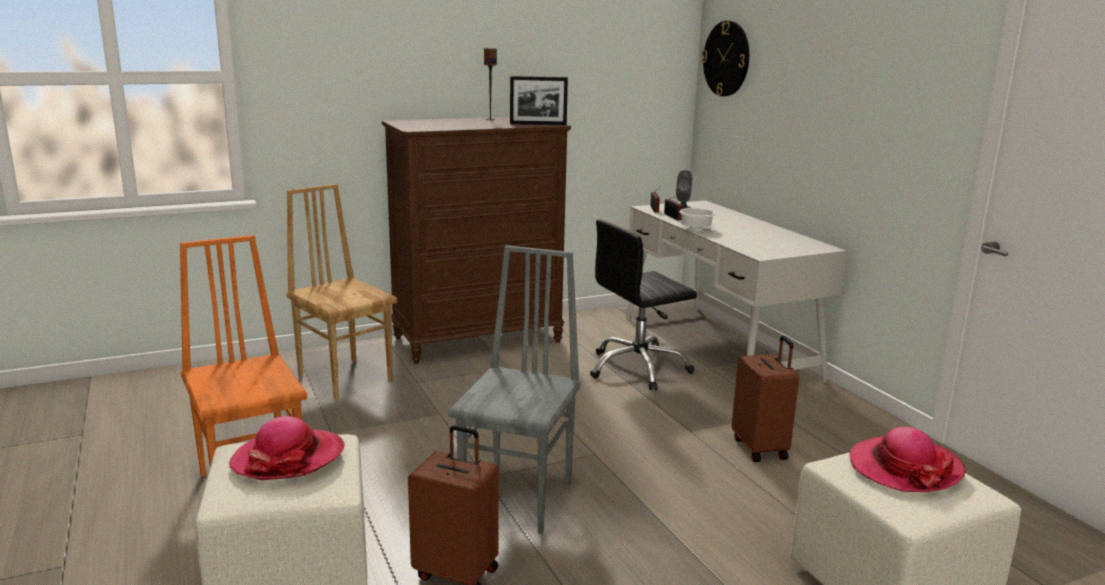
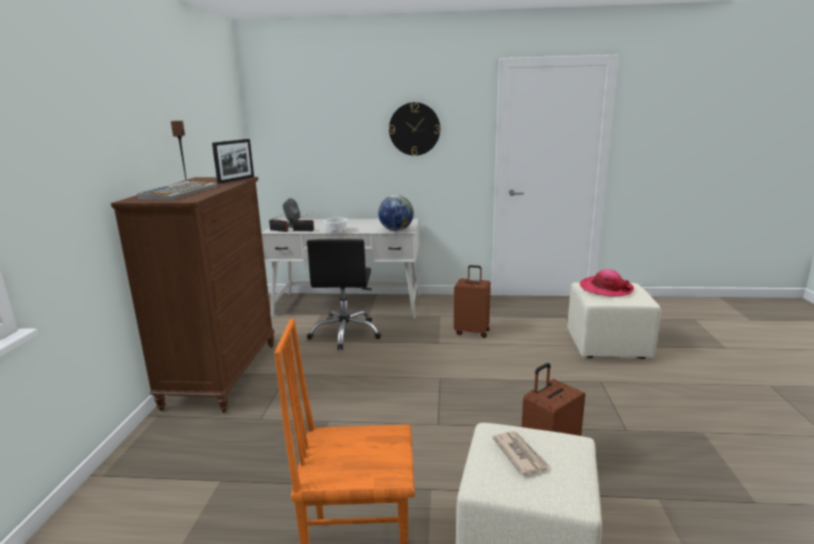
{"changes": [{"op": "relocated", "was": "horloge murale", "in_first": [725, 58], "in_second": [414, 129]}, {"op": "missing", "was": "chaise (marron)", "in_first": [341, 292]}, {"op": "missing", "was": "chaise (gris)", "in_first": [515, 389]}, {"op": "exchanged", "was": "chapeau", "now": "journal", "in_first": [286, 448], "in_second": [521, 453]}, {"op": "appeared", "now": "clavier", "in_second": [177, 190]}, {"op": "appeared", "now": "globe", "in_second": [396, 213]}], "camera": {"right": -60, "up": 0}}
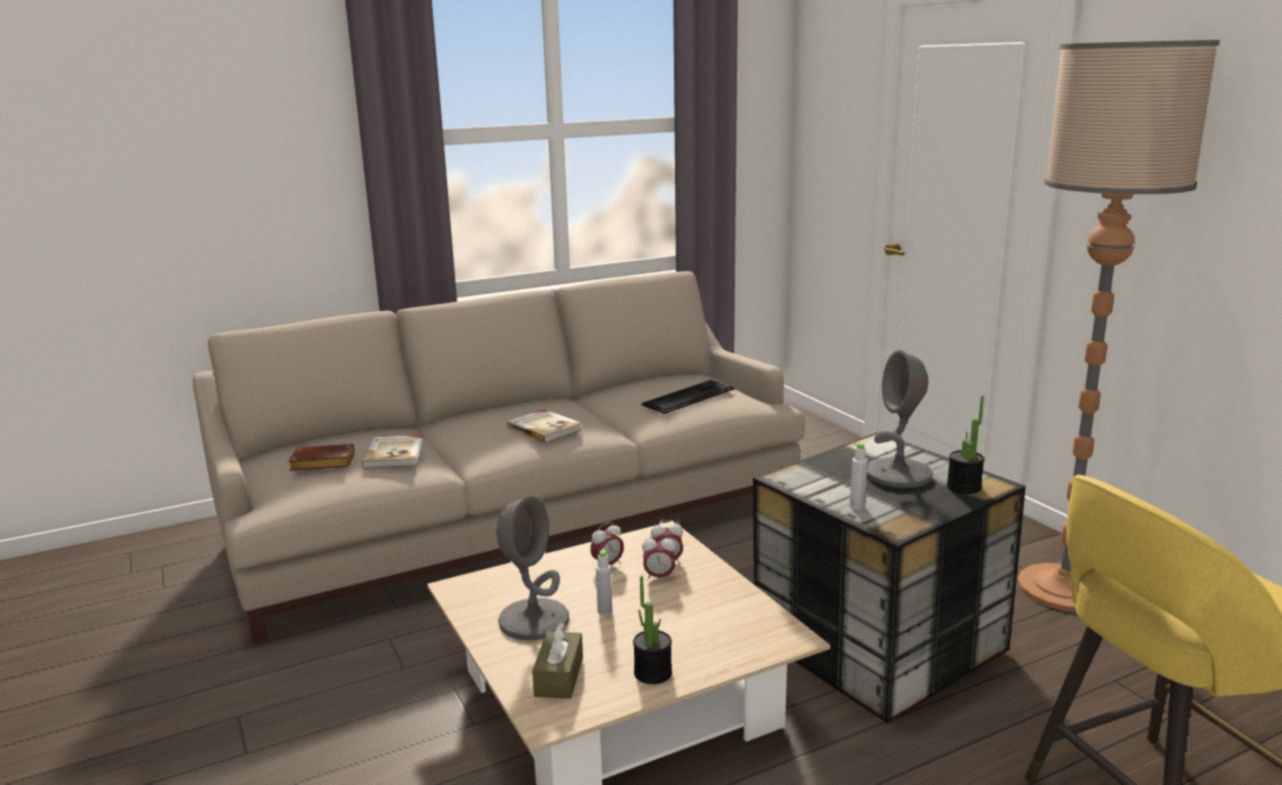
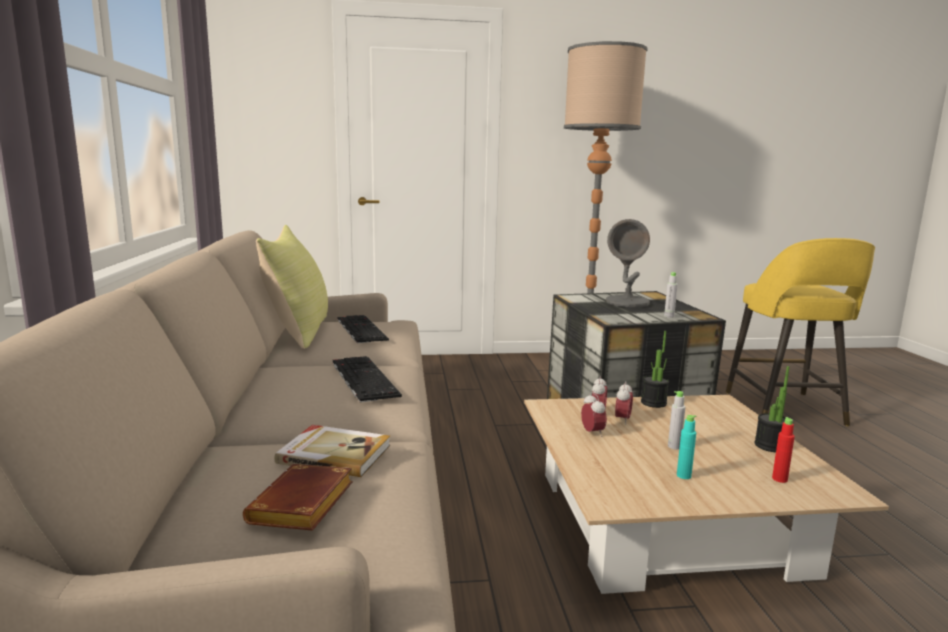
{"changes": [{"op": "relocated", "was": "plante en pot", "in_first": [966, 444], "in_second": [655, 369]}, {"op": "exchanged", "was": "livre", "now": "clavier", "in_first": [544, 426], "in_second": [367, 379]}, {"op": "exchanged", "was": "lampe de table (gris)", "now": "bouteille (turquoise)", "in_first": [532, 568], "in_second": [686, 447]}, {"op": "exchanged", "was": "boîte à mouchoirs (marron)", "now": "bouteille (rouge)", "in_first": [557, 661], "in_second": [783, 450]}, {"op": "appeared", "now": "coussin (jaune)", "in_second": [292, 287]}], "camera": {"right": -70, "up": -5}}
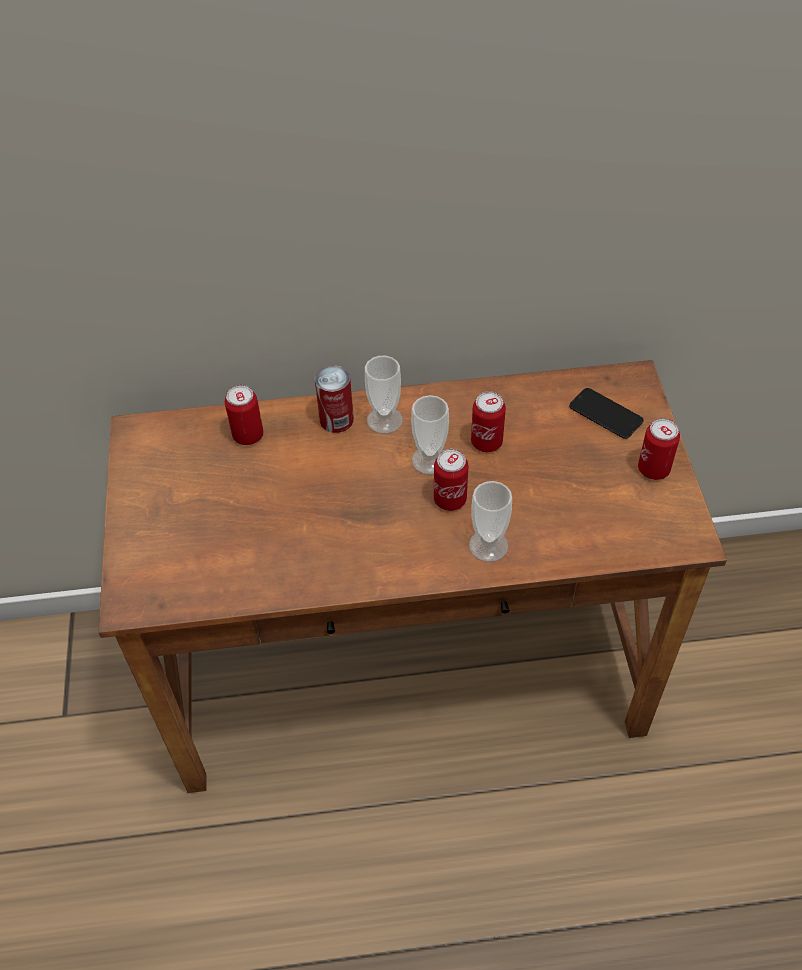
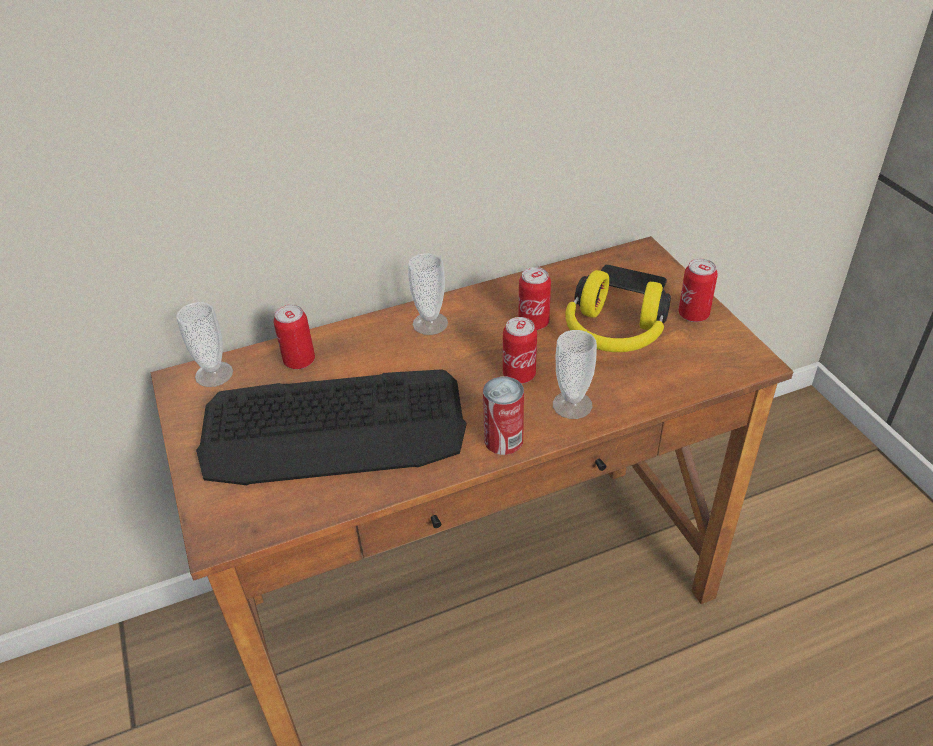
{"changes": [{"op": "relocated", "was": "boîte métallique", "in_first": [334, 399], "in_second": [503, 415]}, {"op": "relocated", "was": "tasse", "in_first": [430, 435], "in_second": [204, 344]}, {"op": "appeared", "now": "casque audio (jaune)", "in_second": [618, 311]}, {"op": "appeared", "now": "clavier", "in_second": [331, 427]}], "camera": {"right": -15, "up": -10}}
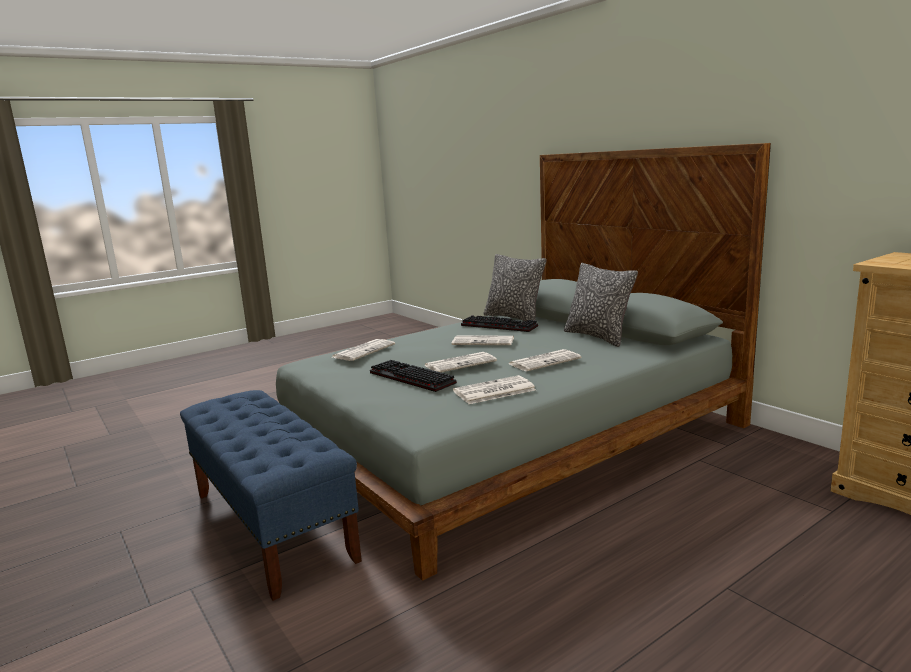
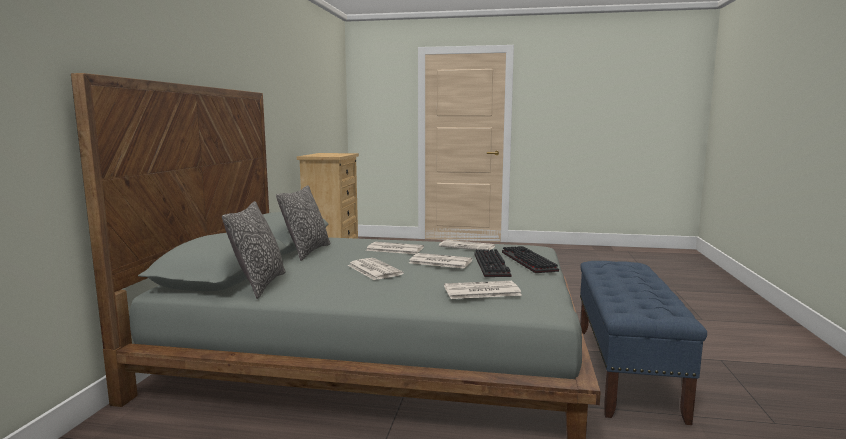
{"changes": [{"op": "relocated", "was": "clavier", "in_first": [499, 323], "in_second": [530, 259]}], "camera": {"right": -135, "up": -5}}
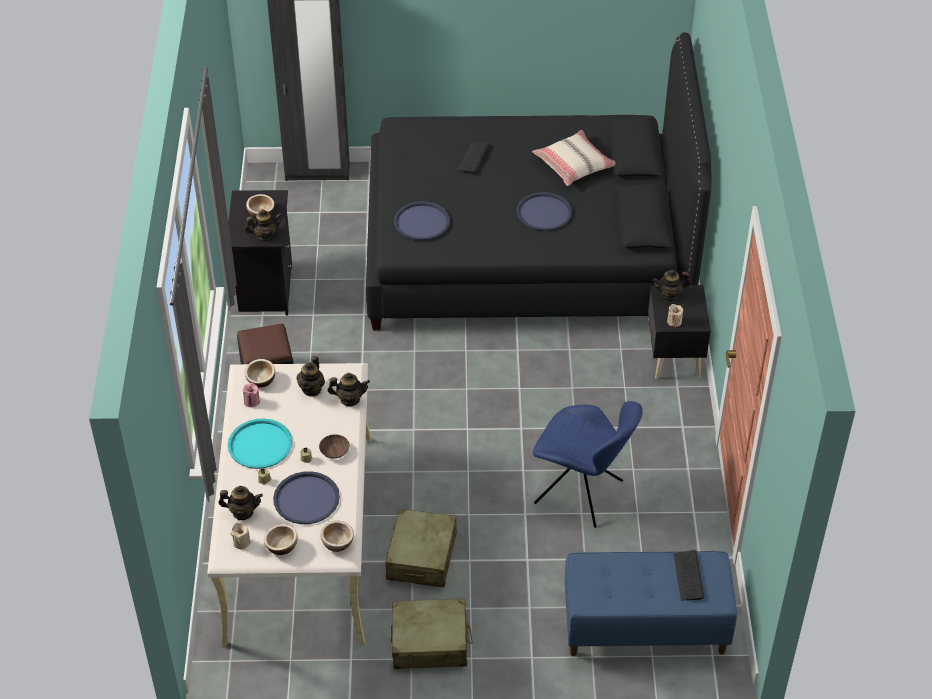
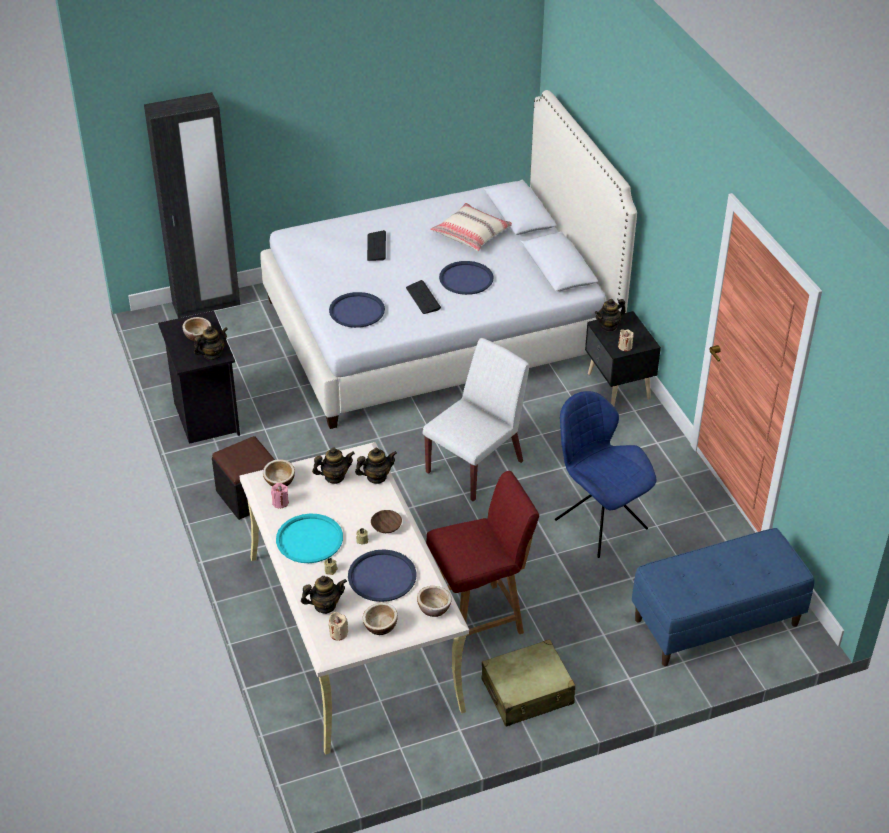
{"changes": [{"op": "colour", "was": "lit (noir)", "now": "lit (blanc)", "in_first": [538, 181], "in_second": [448, 259]}, {"op": "spun", "was": "théière", "in_first": [311, 376], "in_second": [333, 465], "clockwise": -105}, {"op": "spun", "was": "chaise (bleu)", "in_first": [588, 464], "in_second": [606, 474], "clockwise": -135}, {"op": "exchanged", "was": "valise (beige)", "now": "chaise (rouge)", "in_first": [421, 548], "in_second": [482, 562]}, {"op": "relocated", "was": "clavier", "in_first": [689, 575], "in_second": [423, 297]}, {"op": "appeared", "now": "chaise (blanc)", "in_second": [475, 420]}], "camera": {"right": -20, "up": -5}}
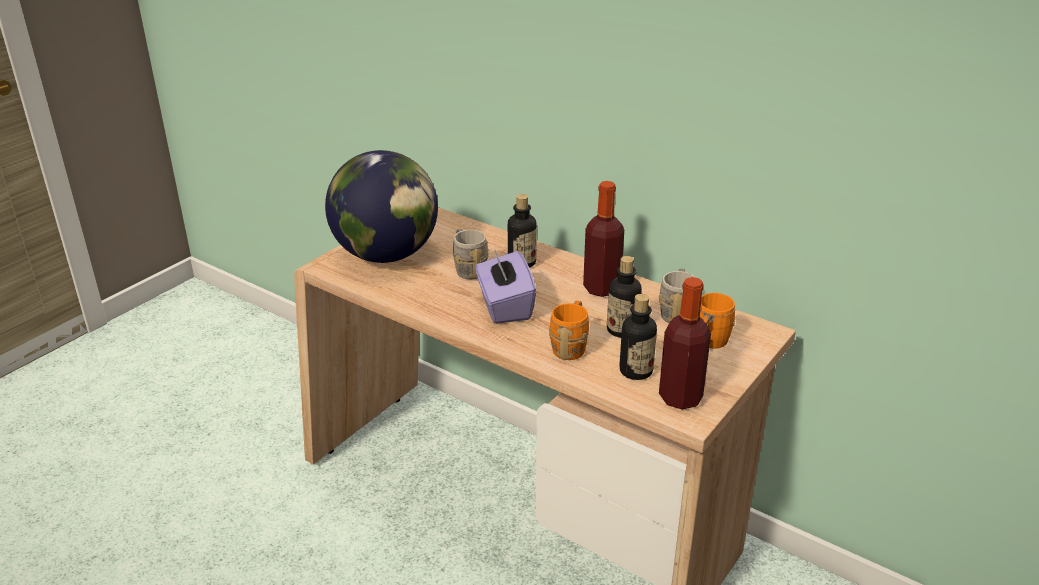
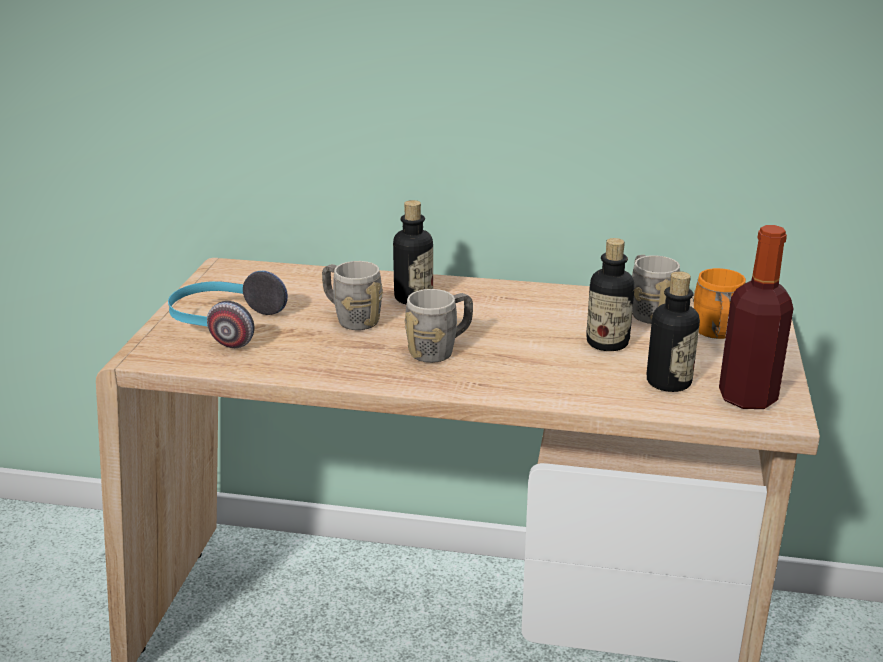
{"changes": [{"op": "exchanged", "was": "globe", "now": "casque audio", "in_first": [381, 206], "in_second": [228, 309]}, {"op": "missing", "was": "bouteille", "in_first": [603, 239]}, {"op": "exchanged", "was": "boîte à mouchoirs (violet)", "now": "mug (gris)", "in_first": [505, 286], "in_second": [438, 326]}, {"op": "missing", "was": "mug (orange)", "in_first": [569, 330]}], "camera": {"right": -25, "up": -5}}
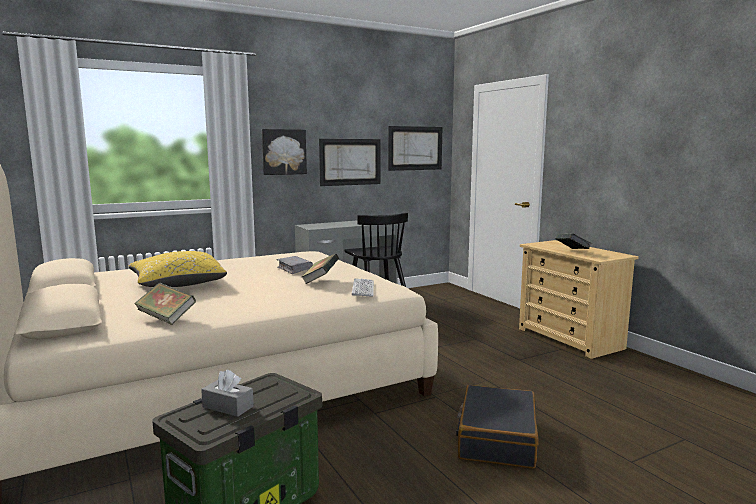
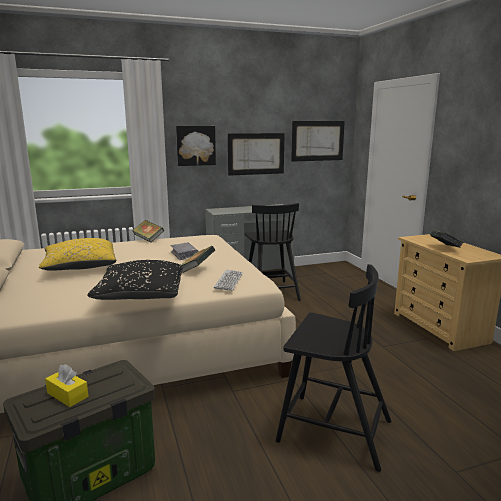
{"changes": [{"op": "relocated", "was": "livre", "in_first": [165, 304], "in_second": [148, 231]}, {"op": "colour", "was": "boîte à mouchoirs (gris)", "now": "boîte à mouchoirs (jaune)", "in_first": [227, 393], "in_second": [67, 385]}, {"op": "exchanged", "was": "valise (noir)", "now": "chaise (noir)", "in_first": [497, 427], "in_second": [333, 368]}, {"op": "appeared", "now": "coussin (noir)", "in_second": [135, 280]}], "camera": {"right": 10, "up": 5}}
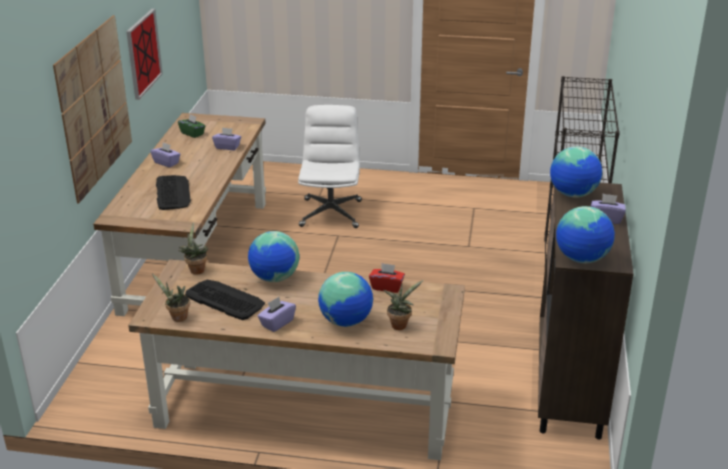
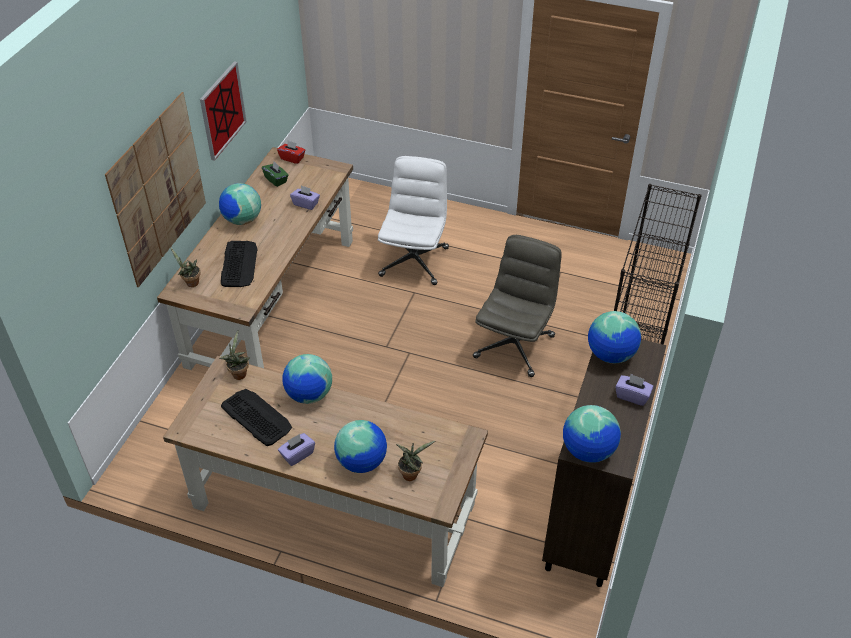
{"changes": [{"op": "exchanged", "was": "boîte à mouchoirs (violet)", "now": "globe", "in_first": [165, 154], "in_second": [240, 204]}, {"op": "relocated", "was": "boîte à mouchoirs (rouge)", "in_first": [387, 278], "in_second": [291, 152]}, {"op": "relocated", "was": "plante en pot", "in_first": [171, 297], "in_second": [185, 267]}, {"op": "appeared", "now": "chaise de bureau (gris)", "in_second": [517, 306]}], "camera": {"right": 10, "up": 15}}
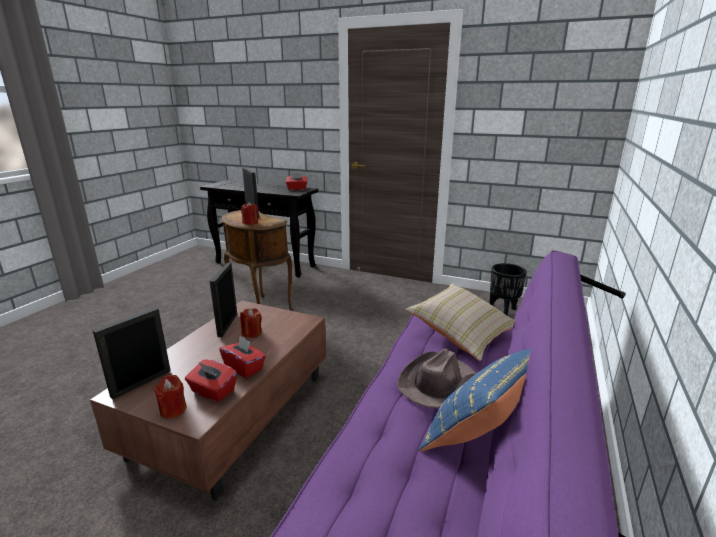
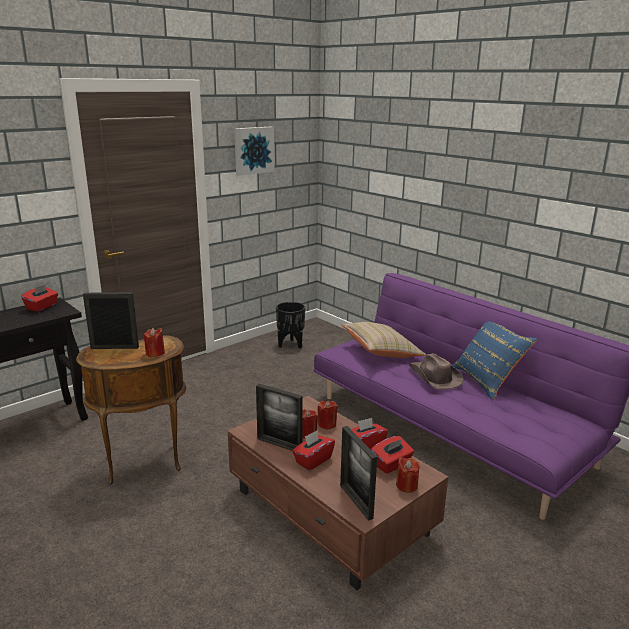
{"changes": [{"op": "appeared", "now": "tableau", "in_second": [254, 151]}, {"op": "appeared", "now": "bougie (rouge)", "in_second": [327, 415]}, {"op": "appeared", "now": "boîte à mouchoirs (rouge)", "in_second": [313, 450]}], "camera": {"right": -65, "up": 0}}
